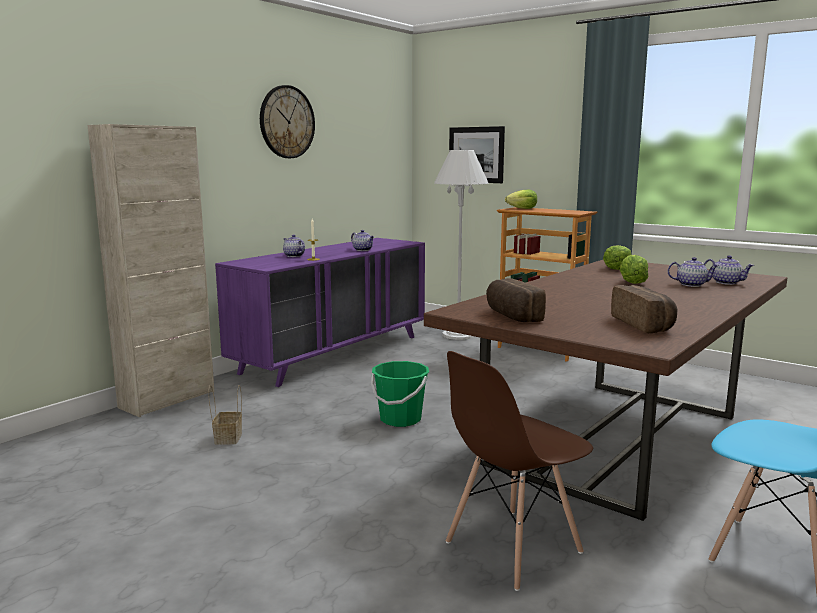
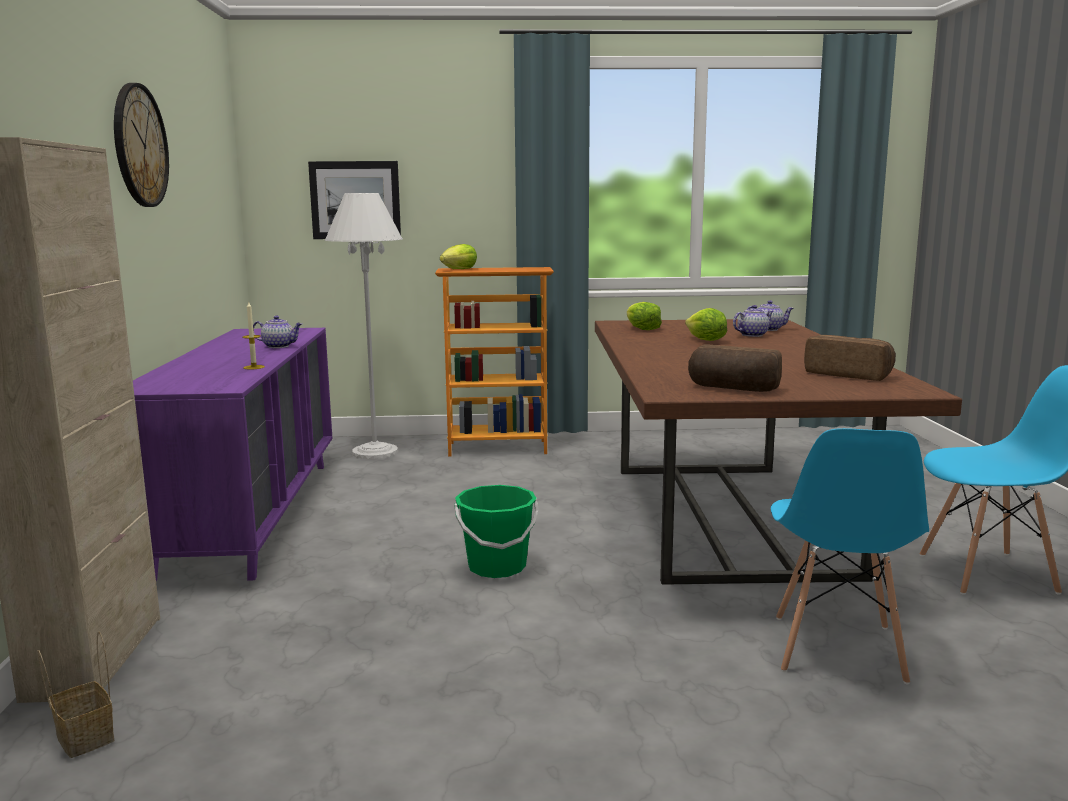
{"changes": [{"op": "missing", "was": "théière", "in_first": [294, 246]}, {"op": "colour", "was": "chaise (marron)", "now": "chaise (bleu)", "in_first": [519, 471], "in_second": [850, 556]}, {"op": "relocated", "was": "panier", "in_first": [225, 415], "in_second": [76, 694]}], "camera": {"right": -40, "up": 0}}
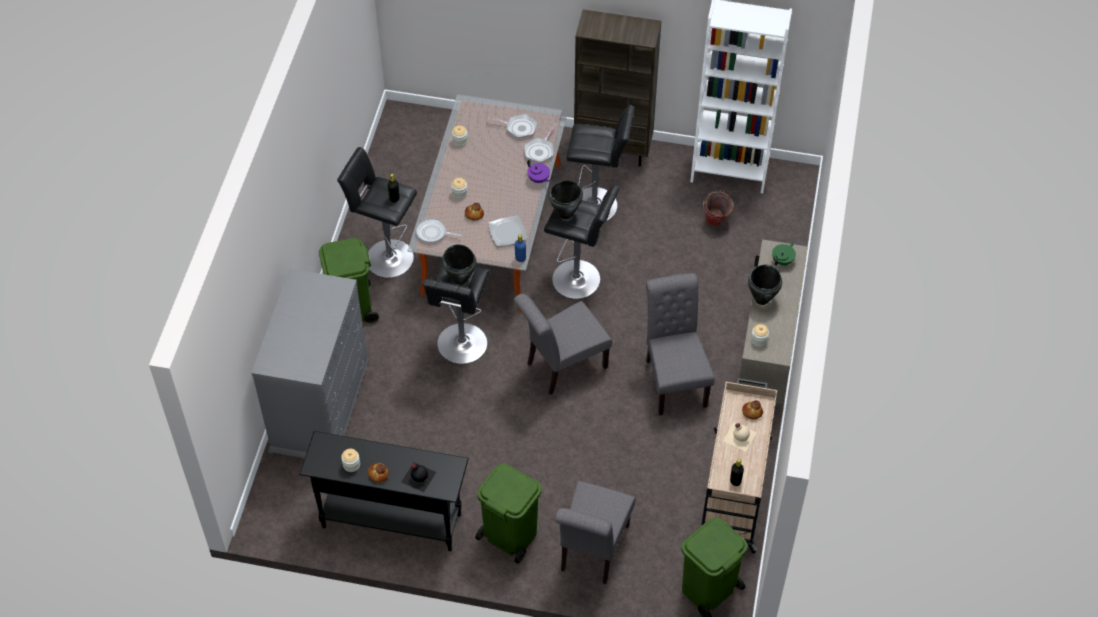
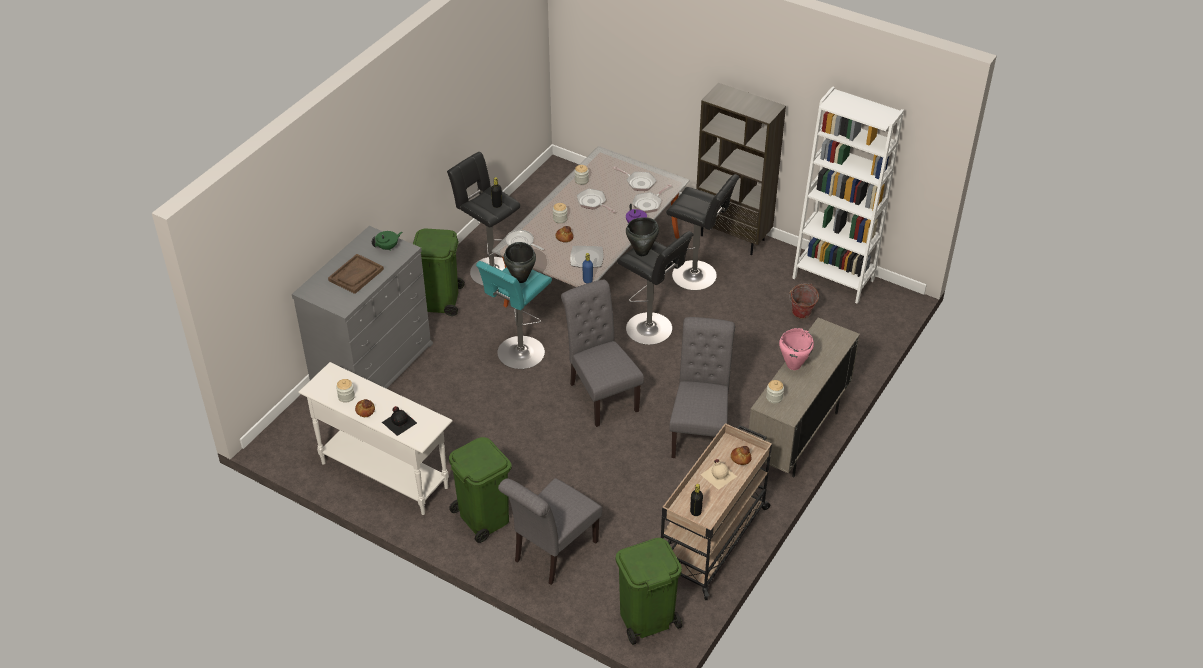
{"changes": [{"op": "relocated", "was": "théière (vert)", "in_first": [784, 254], "in_second": [387, 241]}, {"op": "colour", "was": "tabouret (noir)", "now": "tabouret (turquoise)", "in_first": [456, 314], "in_second": [514, 315]}, {"op": "colour", "was": "marmite (noir)", "now": "marmite (rose)", "in_first": [765, 285], "in_second": [796, 349]}, {"op": "spun", "was": "chaise (gris)", "in_first": [563, 344], "in_second": [602, 353], "clockwise": 75}, {"op": "colour", "was": "table console (noir)", "now": "table console (blanc)", "in_first": [384, 491], "in_second": [375, 438]}, {"op": "appeared", "now": "poêle", "in_second": [596, 201]}, {"op": "appeared", "now": "plateau (marron)", "in_second": [356, 274]}], "camera": {"right": 20, "up": -10}}
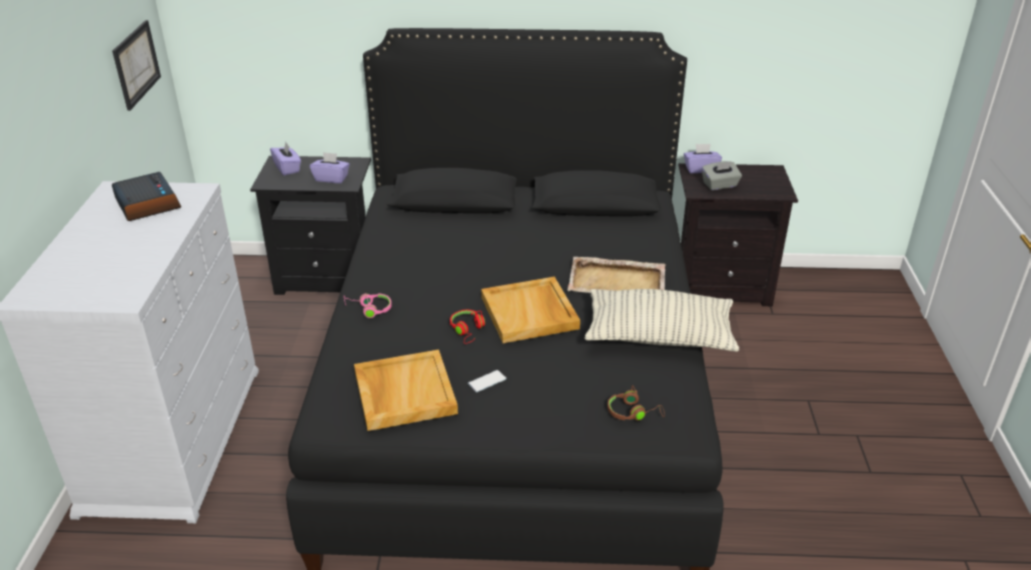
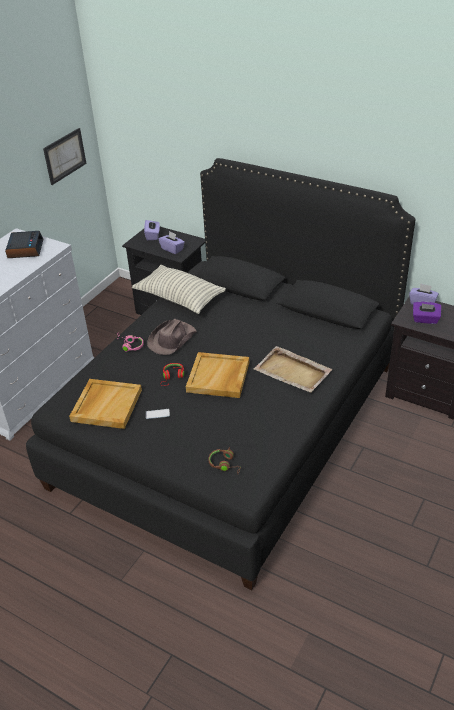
{"changes": [{"op": "colour", "was": "boîte à mouchoirs (gris)", "now": "boîte à mouchoirs (violet)", "in_first": [722, 175], "in_second": [427, 313]}, {"op": "relocated", "was": "coussin", "in_first": [661, 320], "in_second": [179, 289]}, {"op": "appeared", "now": "chapeau (marron)", "in_second": [172, 337]}], "camera": {"right": 30, "up": 5}}
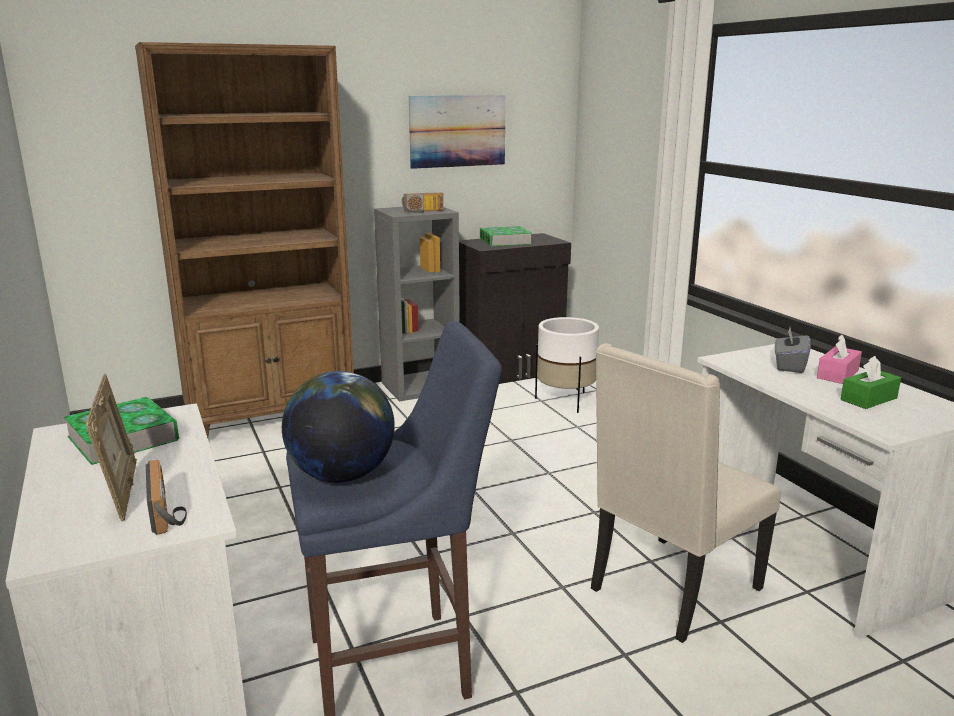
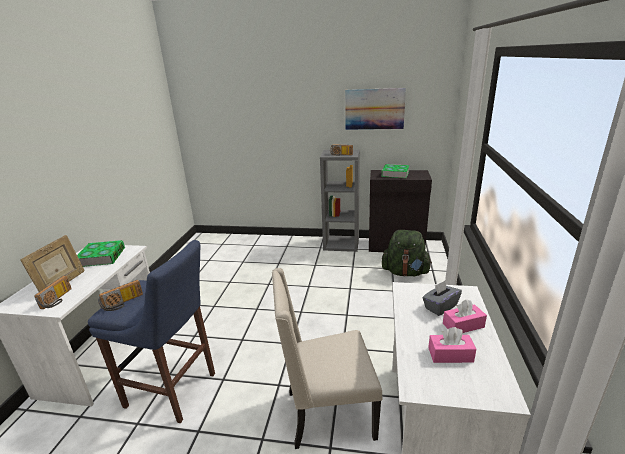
{"changes": [{"op": "missing", "was": "bibliothèque (marron)", "in_first": [244, 240]}, {"op": "exchanged", "was": "cache-pot (blanc)", "now": "sac à dos (vert)", "in_first": [567, 365], "in_second": [407, 253]}, {"op": "colour", "was": "boîte à mouchoirs (vert)", "now": "boîte à mouchoirs (rose)", "in_first": [871, 382], "in_second": [452, 345]}, {"op": "exchanged", "was": "globe", "now": "radio", "in_first": [338, 426], "in_second": [120, 295]}], "camera": {"right": 35, "up": 5}}
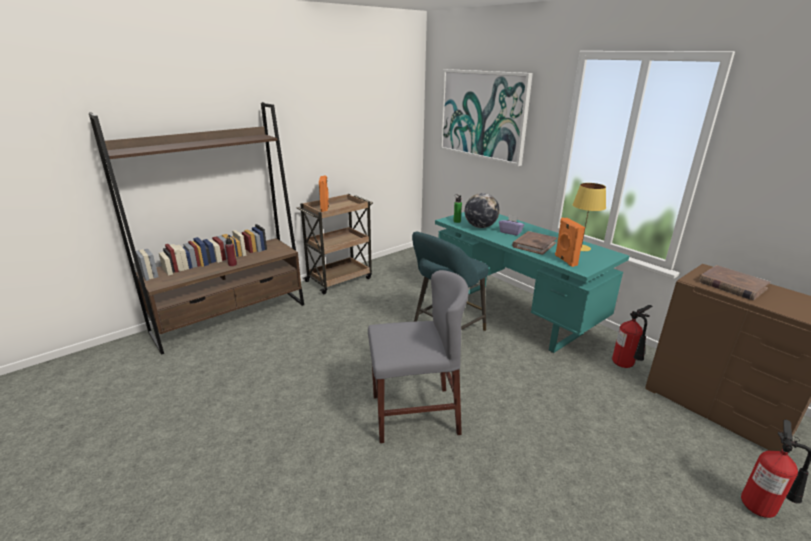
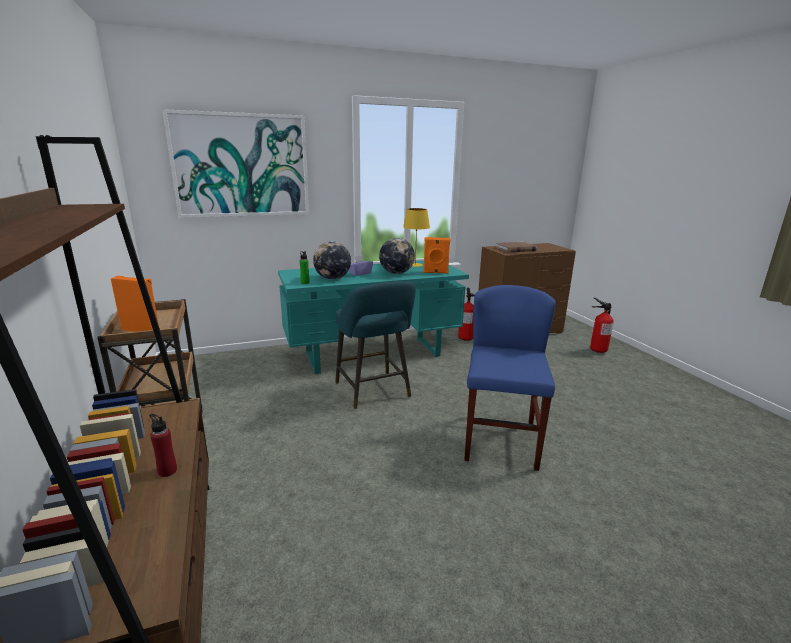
{"changes": [{"op": "exchanged", "was": "livre (marron)", "now": "globe", "in_first": [534, 243], "in_second": [397, 256]}, {"op": "colour", "was": "chaise (gris)", "now": "chaise (bleu)", "in_first": [418, 356], "in_second": [510, 378]}], "camera": {"right": -70, "up": -5}}
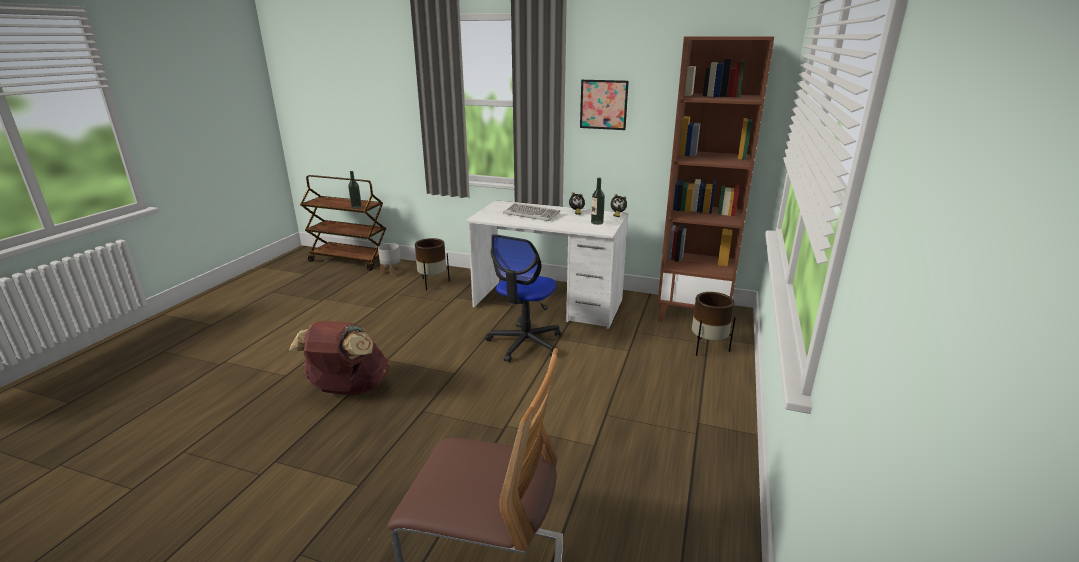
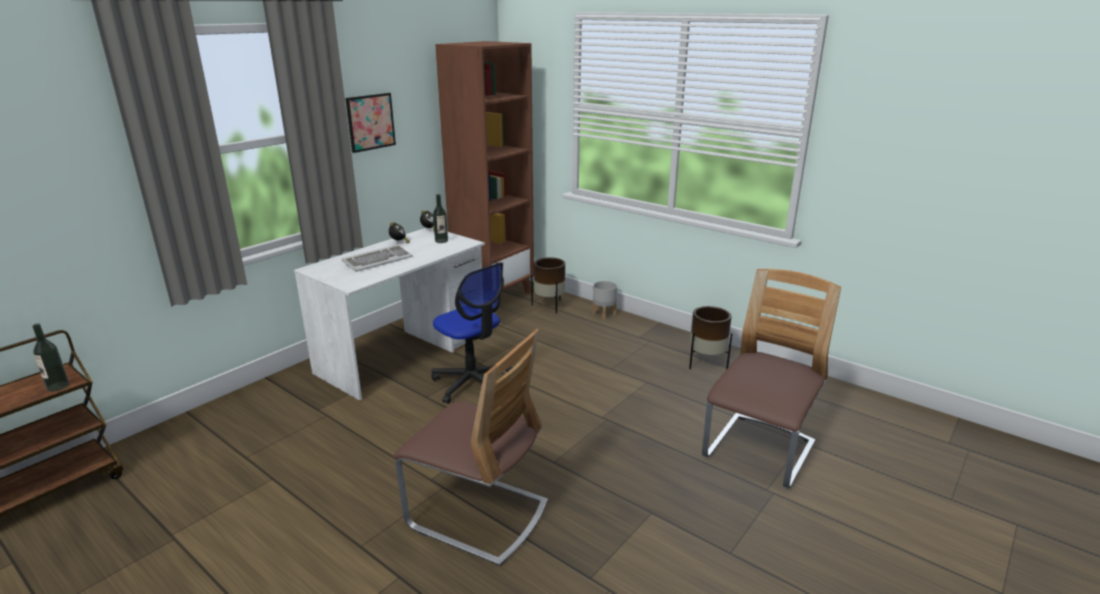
{"changes": [{"op": "relocated", "was": "cache-pot (marron)", "in_first": [432, 264], "in_second": [710, 338]}, {"op": "relocated", "was": "cache-pot (gris)", "in_first": [390, 259], "in_second": [604, 300]}, {"op": "exchanged", "was": "sac à dos (marron)", "now": "chaise", "in_first": [339, 358], "in_second": [470, 447]}], "camera": {"right": -70, "up": 0}}
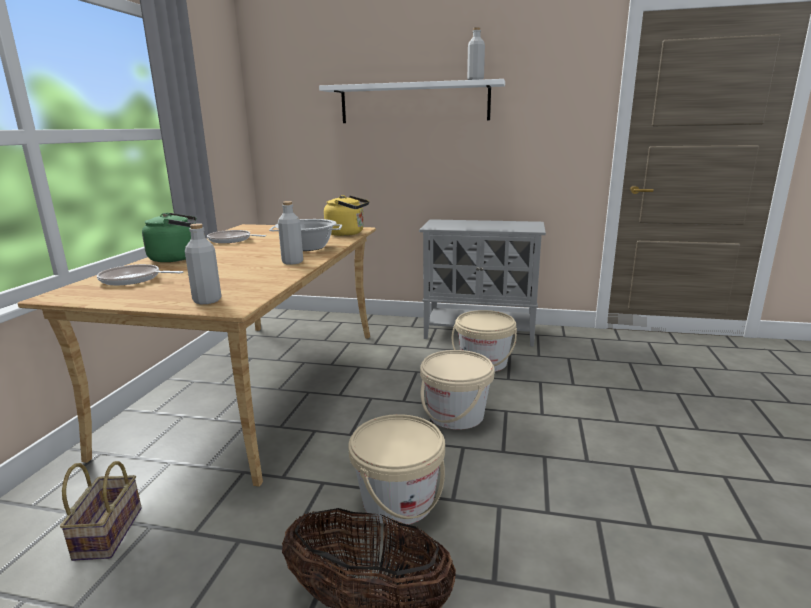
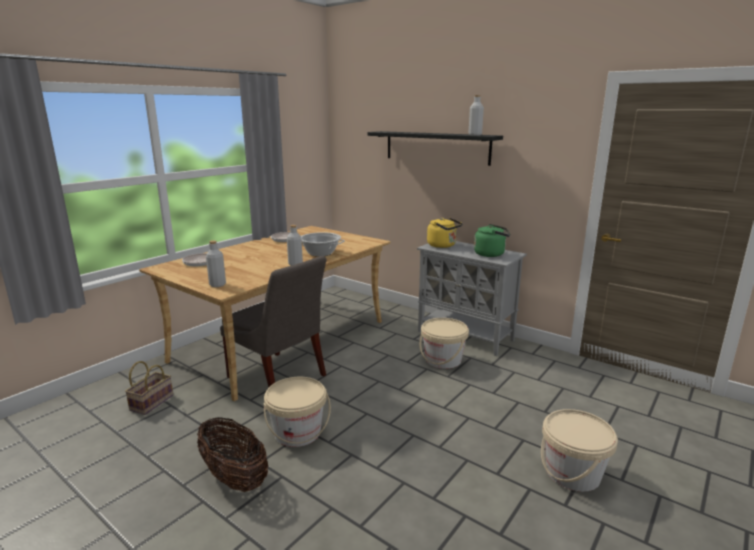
{"changes": [{"op": "colour", "was": "étagère (blanc)", "now": "étagère (noir)", "in_first": [412, 101], "in_second": [435, 148]}, {"op": "relocated", "was": "bouilloire (jaune)", "in_first": [346, 215], "in_second": [445, 233]}, {"op": "relocated", "was": "bouilloire (vert)", "in_first": [169, 237], "in_second": [492, 240]}, {"op": "relocated", "was": "seau (beige)", "in_first": [457, 390], "in_second": [579, 450]}, {"op": "appeared", "now": "chaise (gris)", "in_second": [273, 321]}], "camera": {"right": 25, "up": 0}}
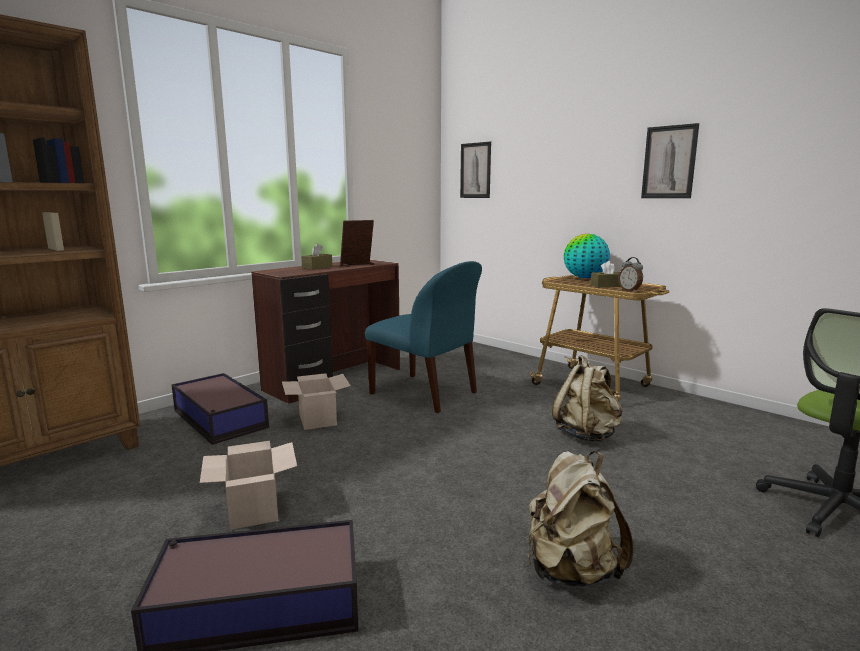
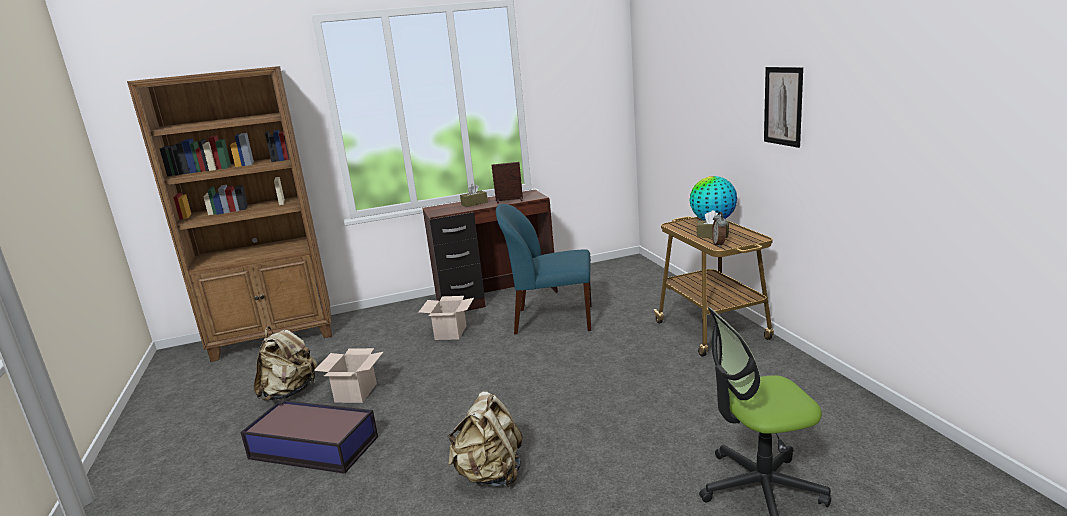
{"changes": [{"op": "missing", "was": "tableau", "in_first": [475, 170]}, {"op": "spun", "was": "chaise (bleu)", "in_first": [423, 337], "in_second": [544, 269], "clockwise": 120}, {"op": "relocated", "was": "sac à dos (beige)", "in_first": [587, 398], "in_second": [285, 363]}, {"op": "missing", "was": "boîte de rangement", "in_first": [220, 409]}], "camera": {"right": 30, "up": 5}}
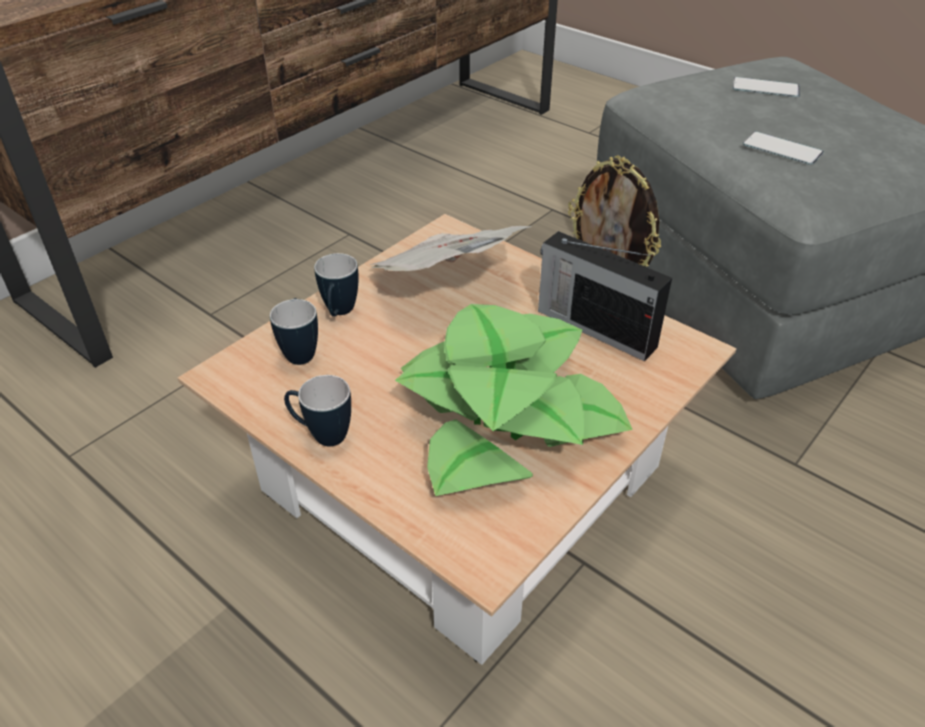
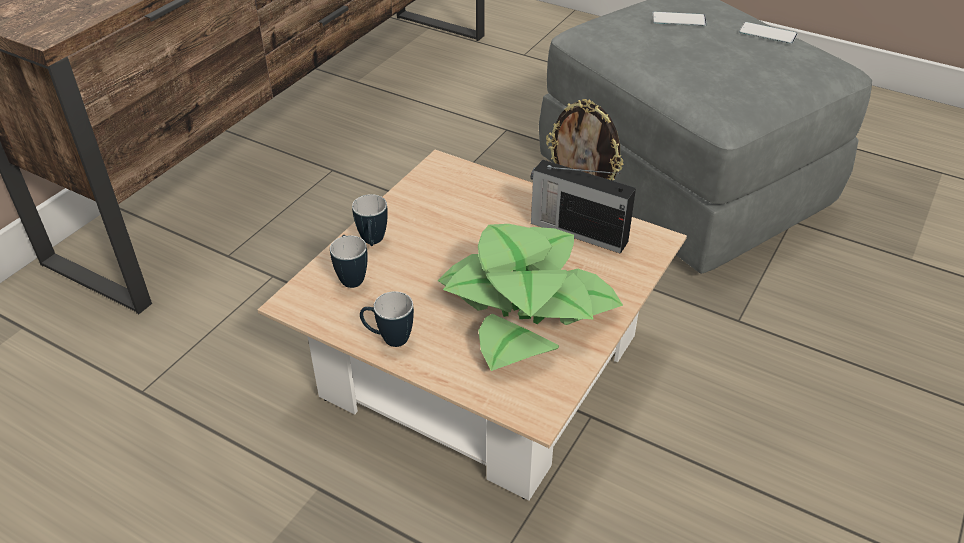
{"changes": [{"op": "relocated", "was": "téléphone", "in_first": [783, 148], "in_second": [768, 33]}, {"op": "missing", "was": "journal", "in_first": [451, 248]}], "camera": {"right": -10, "up": 0}}
